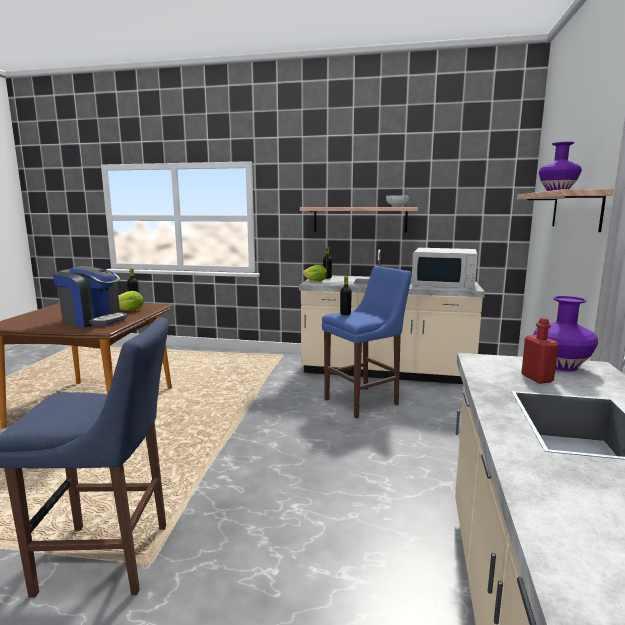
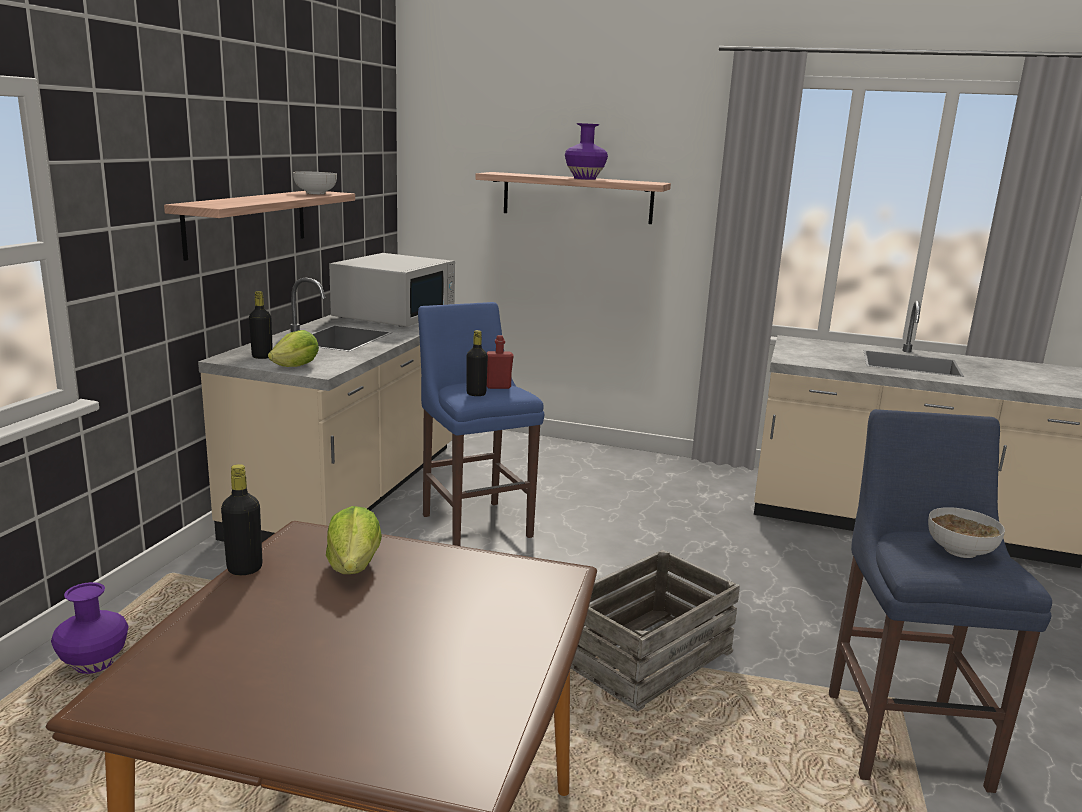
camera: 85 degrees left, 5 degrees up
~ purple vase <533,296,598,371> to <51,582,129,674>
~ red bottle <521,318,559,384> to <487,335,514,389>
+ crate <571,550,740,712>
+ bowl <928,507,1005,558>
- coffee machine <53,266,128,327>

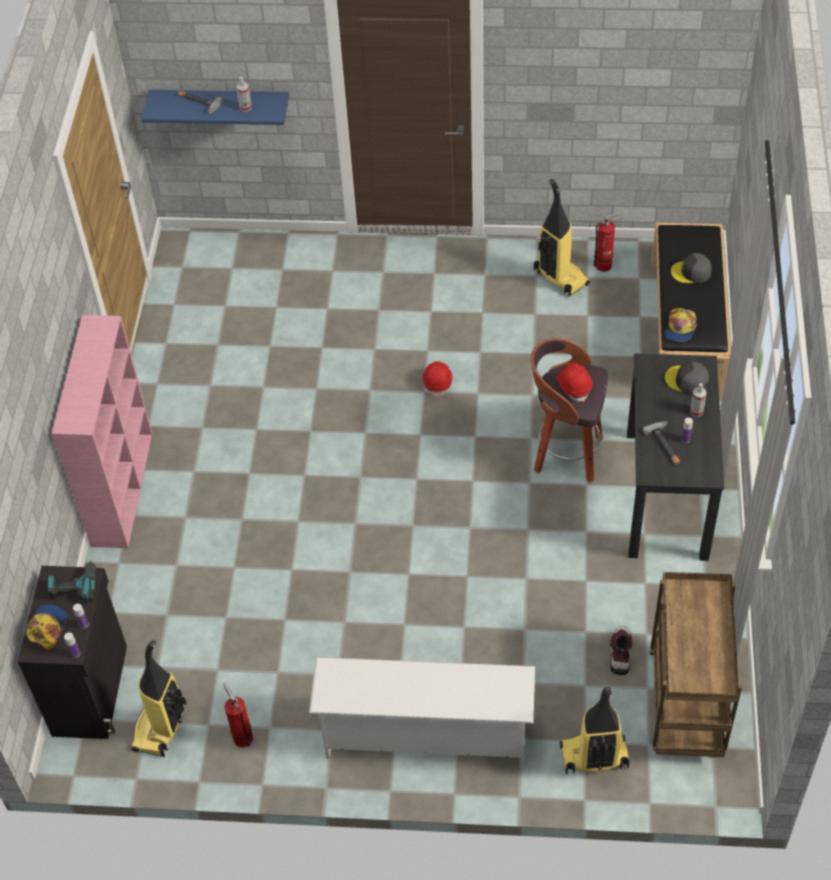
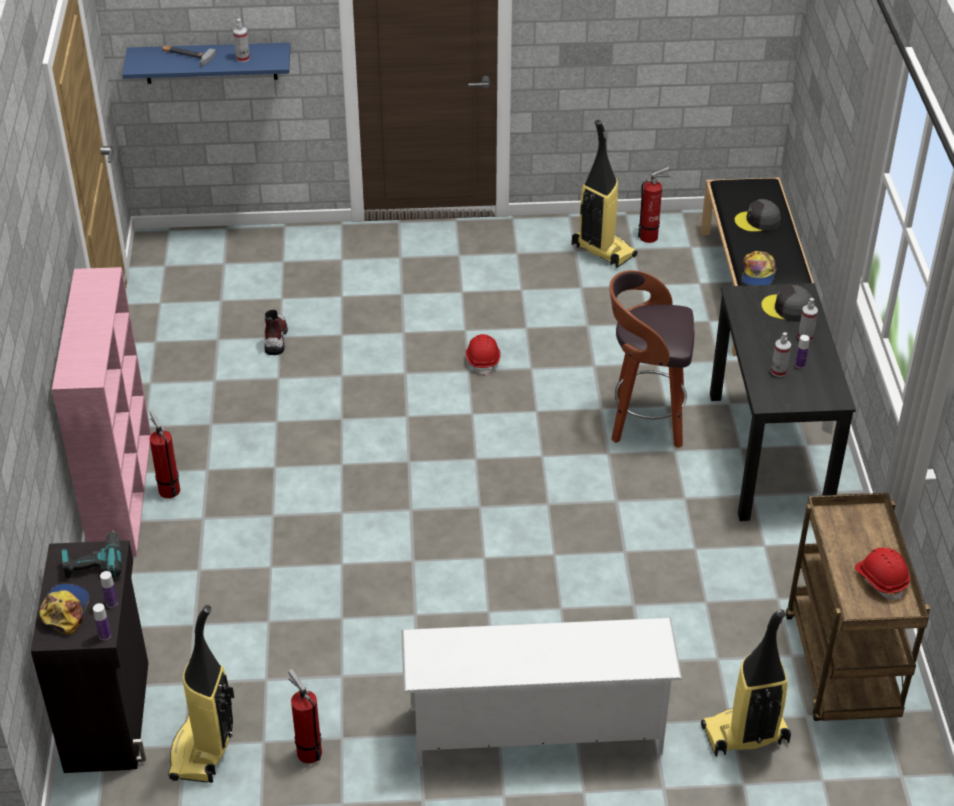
camera: 10 degrees left, 10 degrees down
+ fire extinguisher <149,409,180,498>
~ boot <610,626,632,675> to <264,310,288,355>
~ hammer <642,421,680,464> to spray bottle <771,332,791,377>
~ red hard hat <556,363,592,402> to <855,547,910,600>

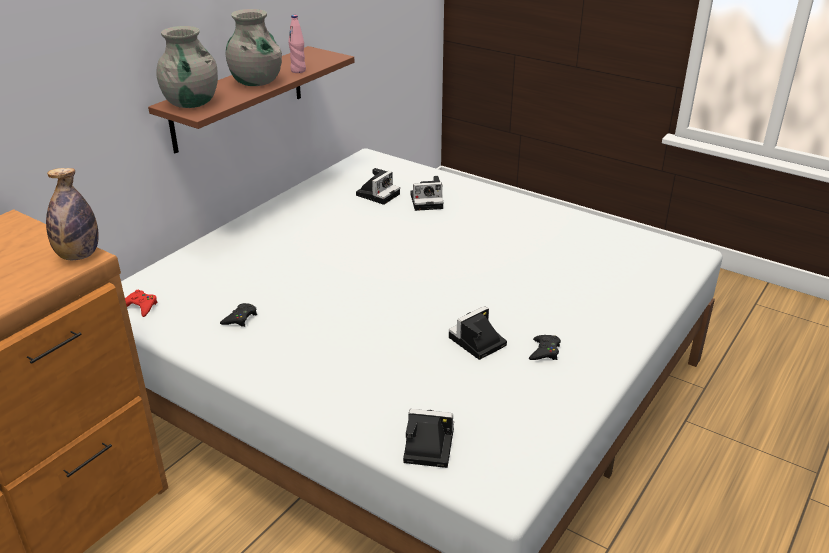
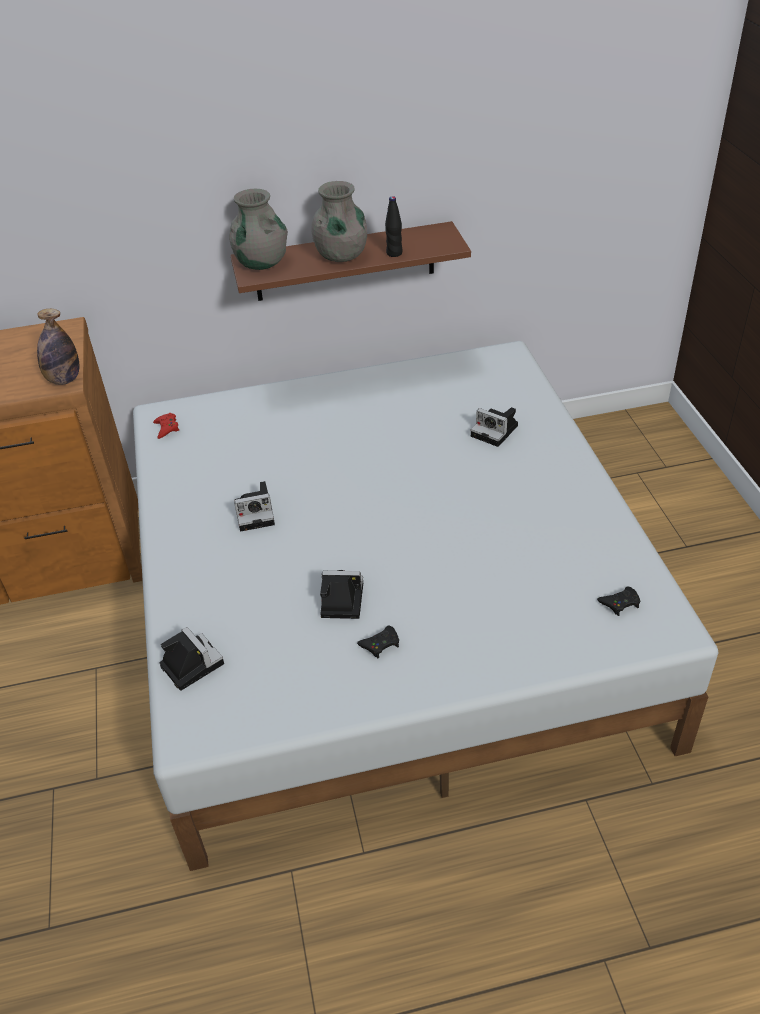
camera: 45 degrees right, 10 degrees up
~ photo camera <356,168,400,205> to <234,481,275,531>
~ pink bottle <288,15,306,73> to black bottle <385,196,402,257>
~ black game controller <220,303,257,327> to <597,586,640,616>

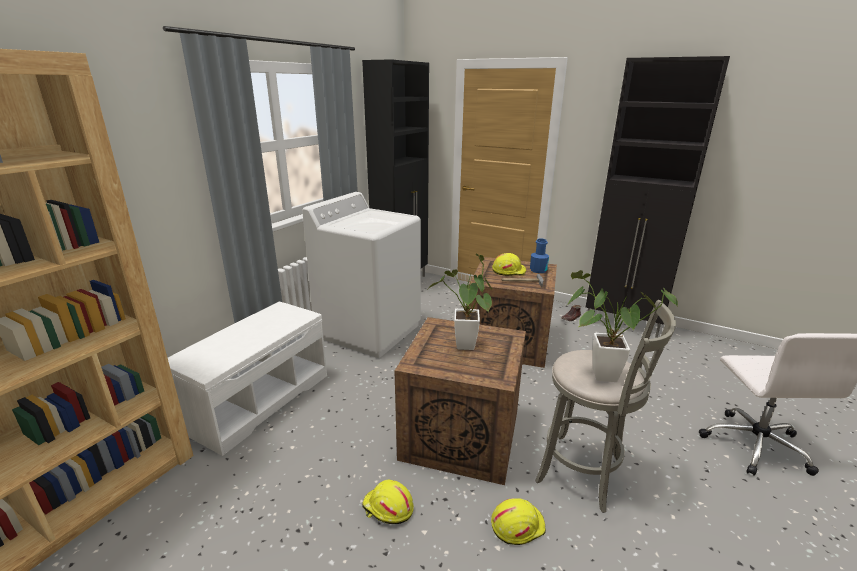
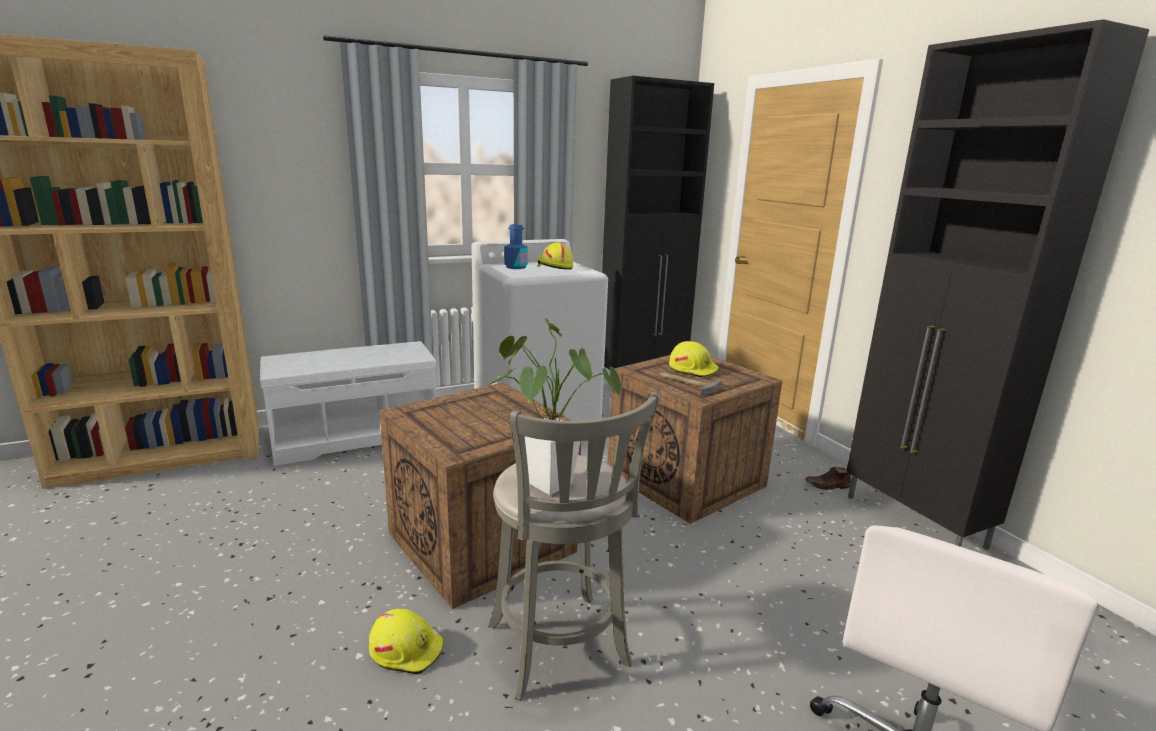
camera: 35 degrees right, 5 degrees down
~ blue bottle <530,238,549,273> to <504,224,528,269>
~ yellow hard hat <362,480,414,524> to <537,243,574,270>
- potted plant <427,253,492,350>

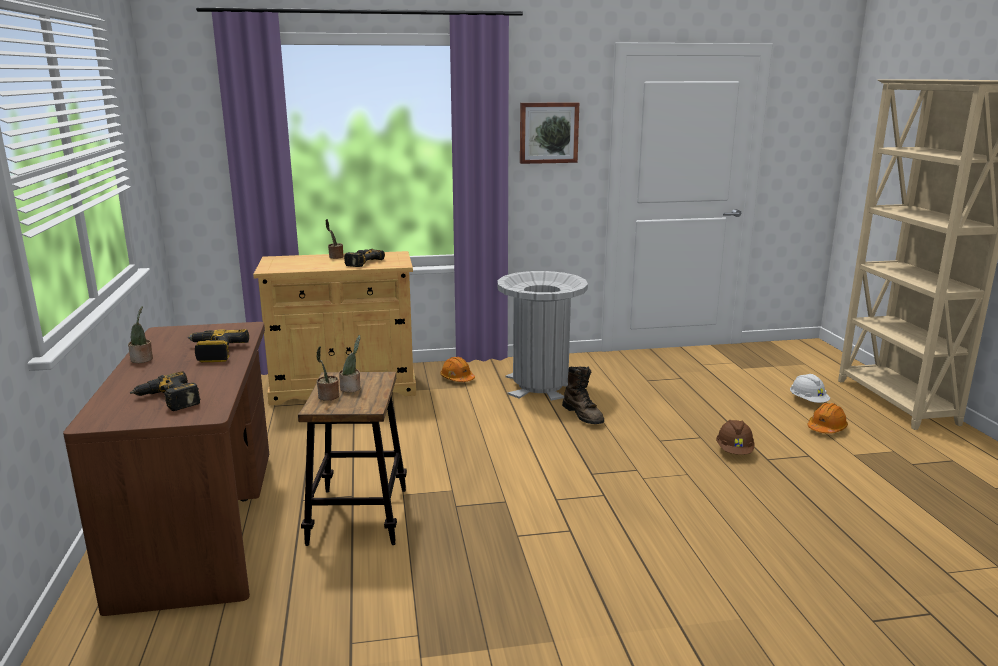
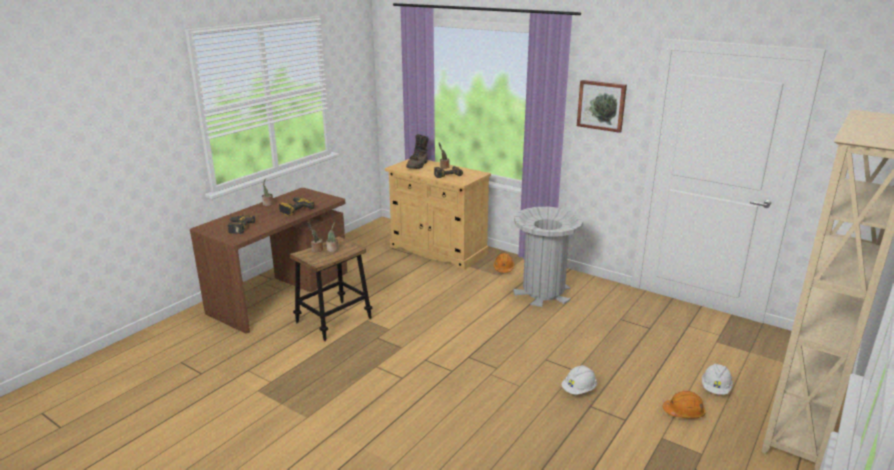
camera: 45 degrees right, 5 degrees up
~ brown boot <562,366,604,424> to <406,134,429,169>
~ brown hard hat <716,420,754,455> to white hard hat <562,365,597,395>

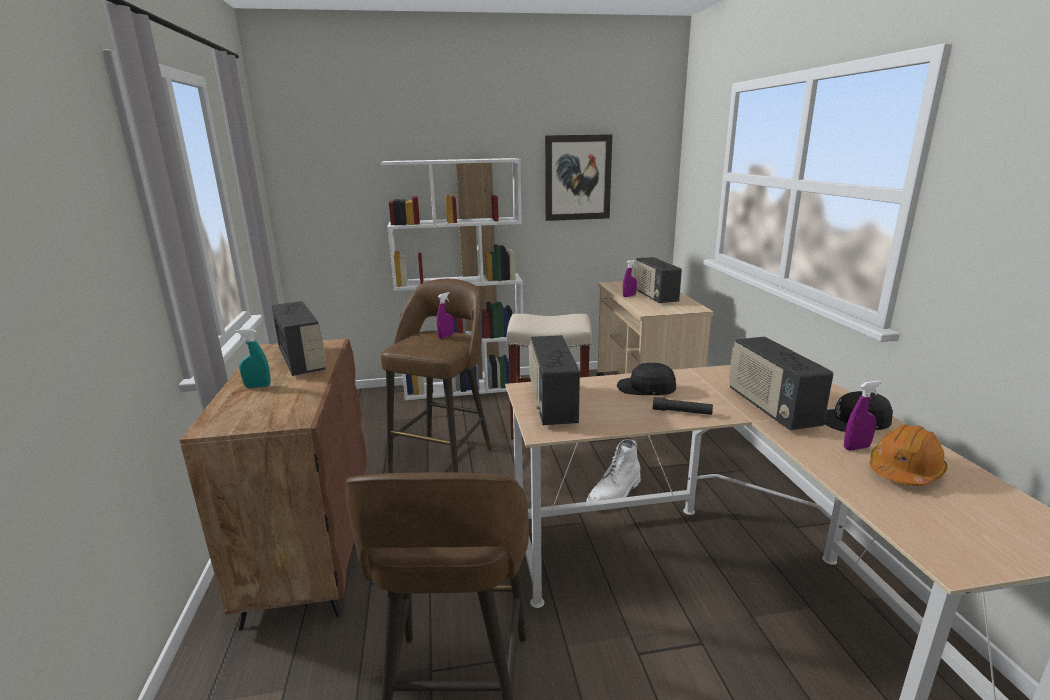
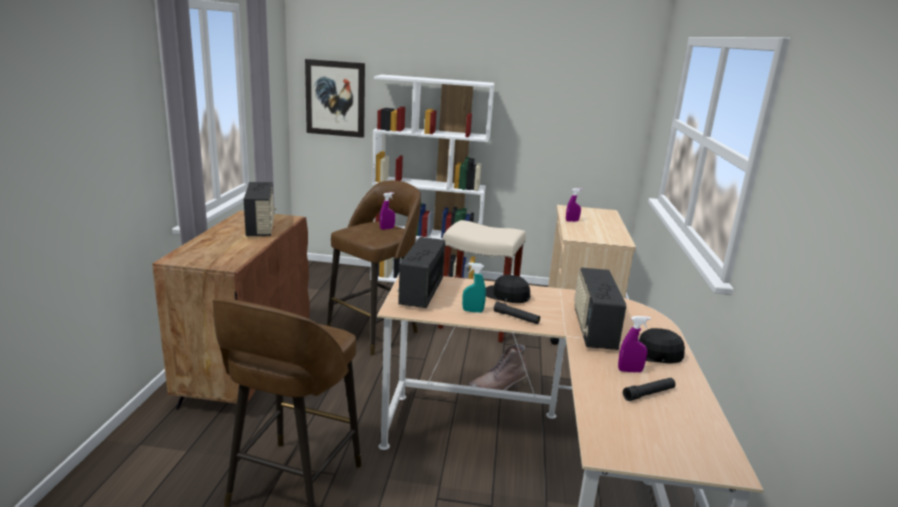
camera: 15 degrees right, 0 degrees up
~ picture <545,134,613,221> to <305,59,365,138>
~ turquoise spray bottle <235,329,270,388> to <462,263,486,313>
~ white boot <586,439,641,502> to brown boot <468,344,527,397>
~ orange hard hat <870,424,948,486> to black flashlight <623,378,676,401>
- radio <634,257,682,303>

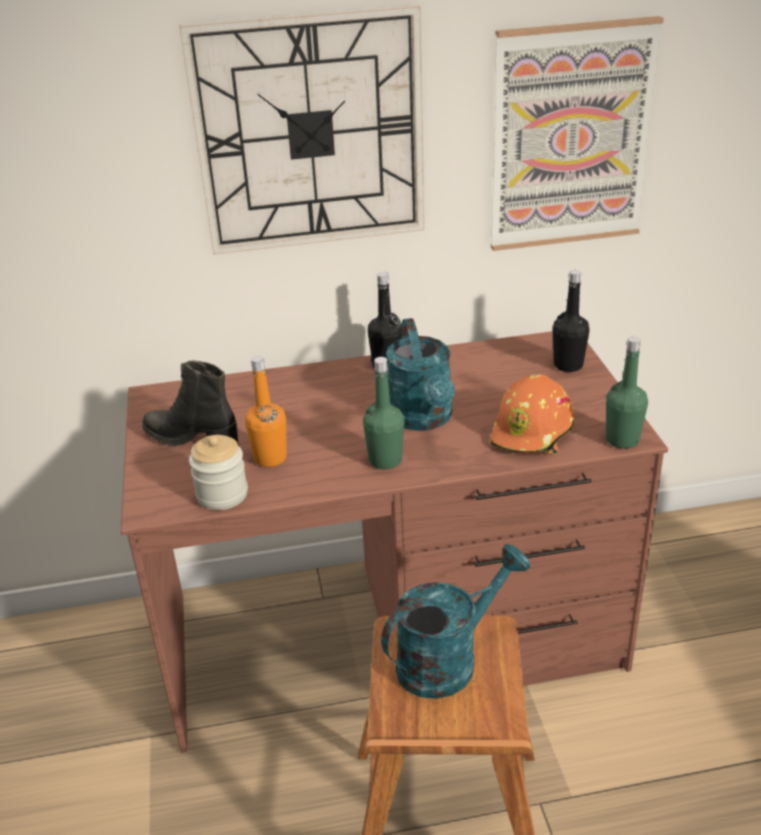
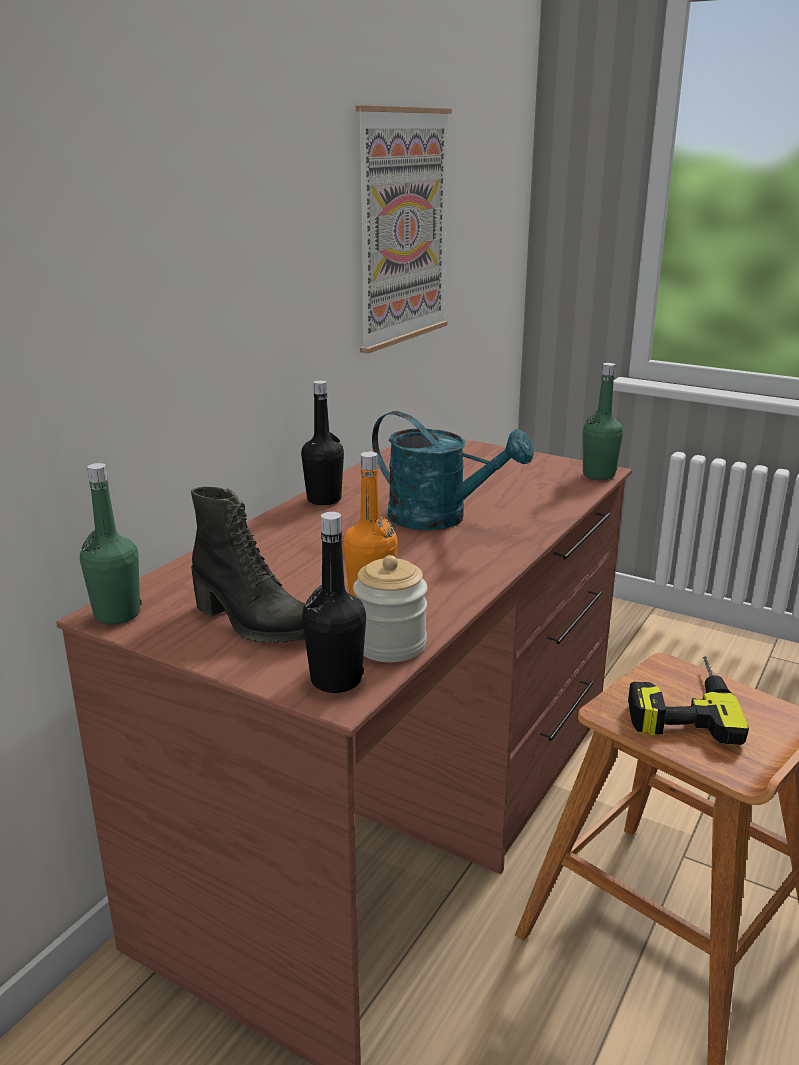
camera: 50 degrees left, 10 degrees down
~ green bottle <363,357,404,469> to <80,463,142,624>
~ black boot <142,361,239,446> = <191,487,305,643> 120 degrees counterclockwise
~ black bottle <553,270,590,372> to <302,512,366,693>
~ turquoise watering can <381,544,530,699> to power drill <628,656,749,745>
- wall clock <179,4,424,255>
- orange hard hat <491,374,575,454>

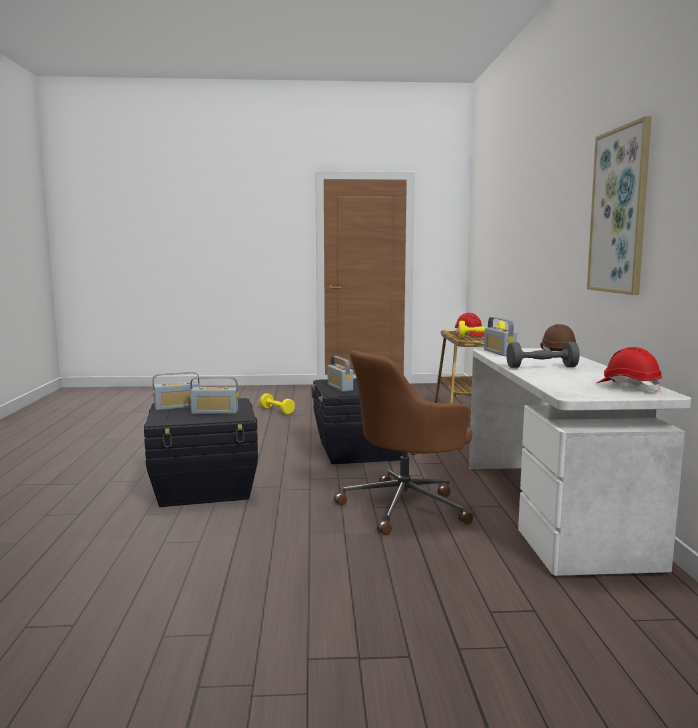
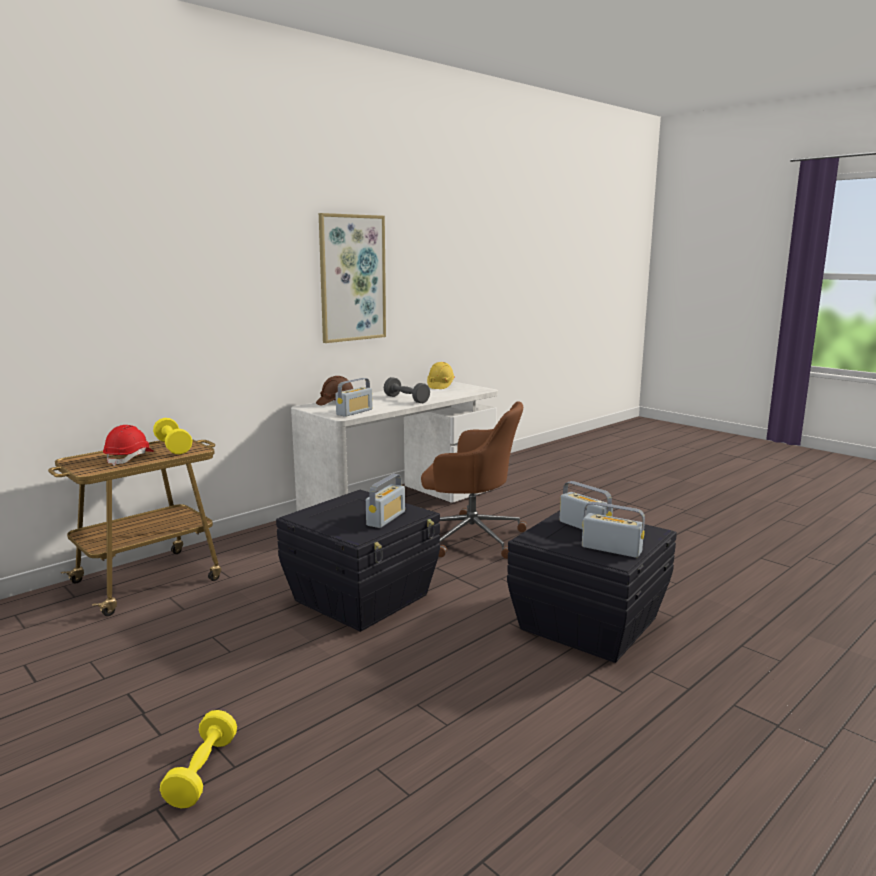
camera: 130 degrees left, 5 degrees up
~ red hard hat <597,347,662,392> to yellow hard hat <427,362,455,389>

